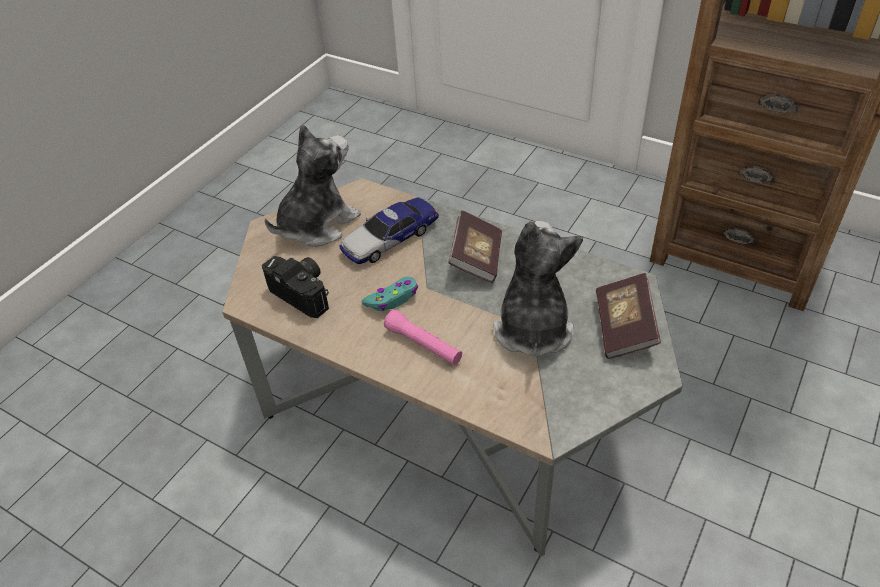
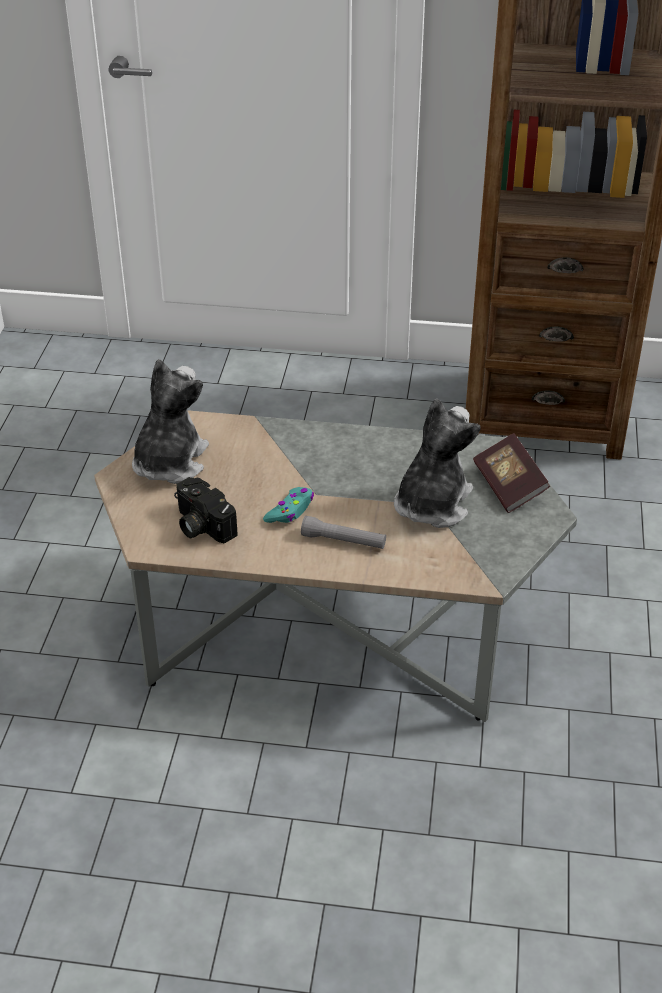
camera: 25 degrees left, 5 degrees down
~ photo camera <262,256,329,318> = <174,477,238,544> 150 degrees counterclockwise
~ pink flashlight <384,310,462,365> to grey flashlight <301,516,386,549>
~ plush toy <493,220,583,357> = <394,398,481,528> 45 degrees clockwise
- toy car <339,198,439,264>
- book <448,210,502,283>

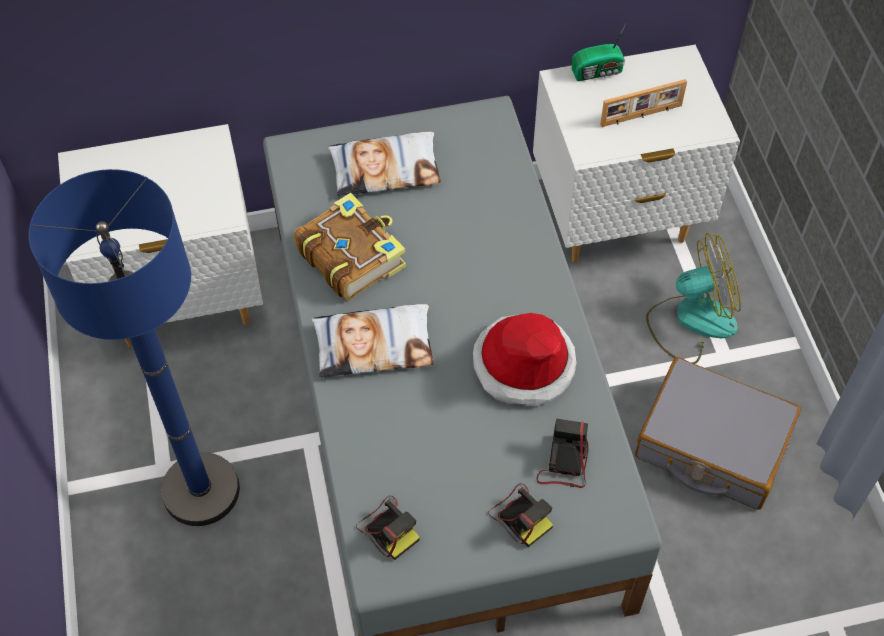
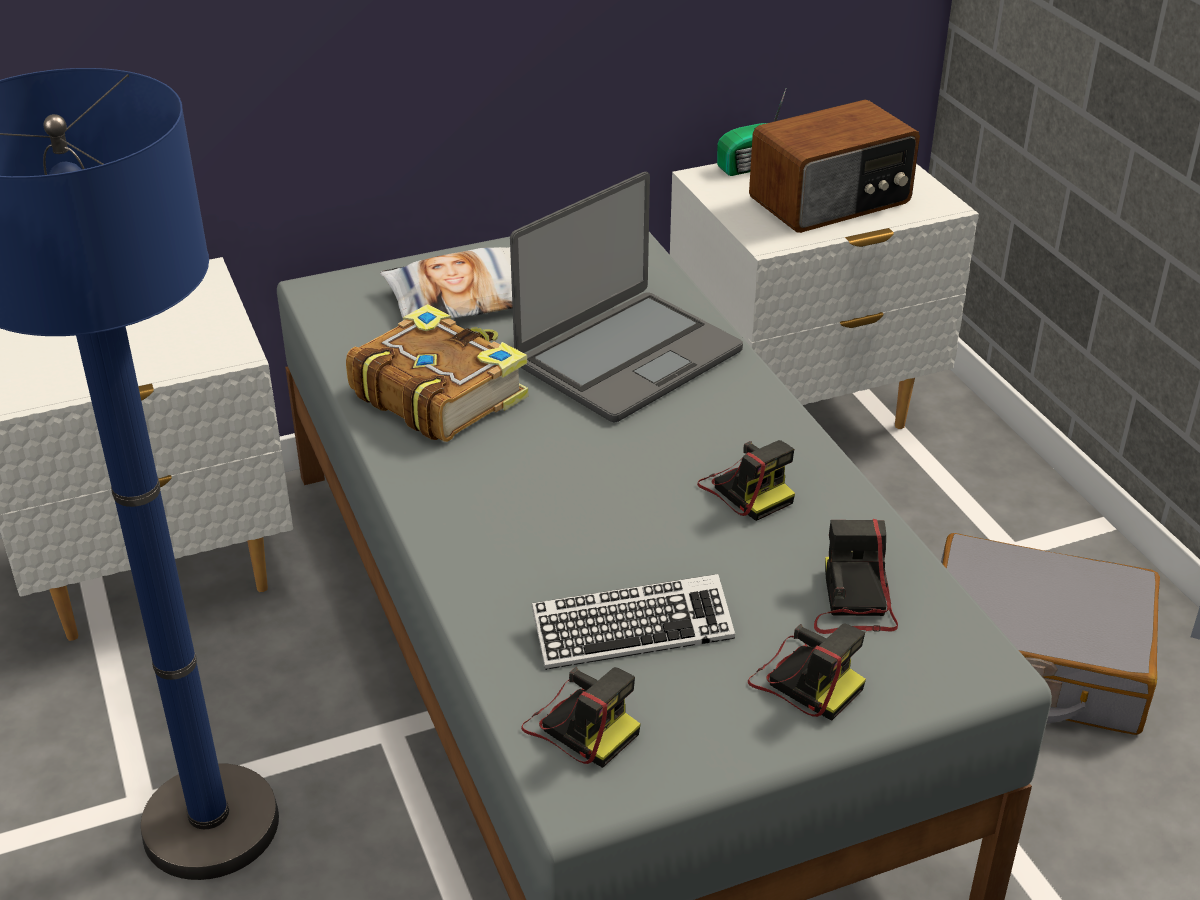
camera: 10 degrees left, 20 degrees down
+ laptop <510,172,743,423>
+ keyboard <532,574,735,670>
~ hat <473,313,577,407> to photo camera <697,440,795,521>
~ picture frame <600,79,687,127> to radio <749,99,920,233>
- pillow <312,304,434,378>
- fan <646,233,741,364>

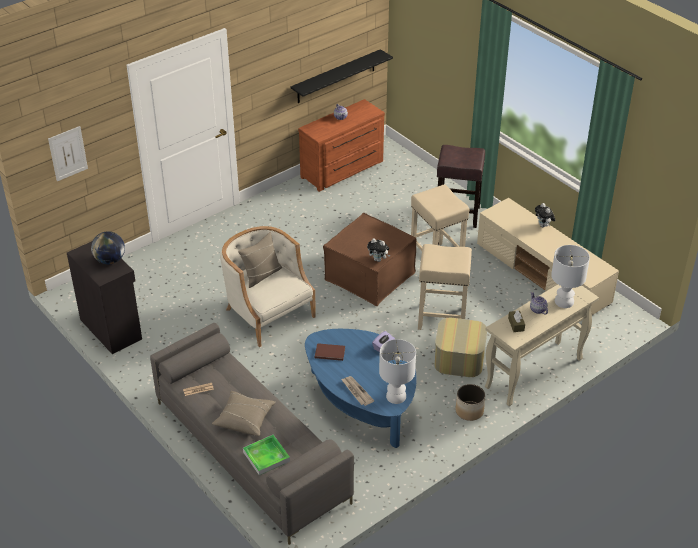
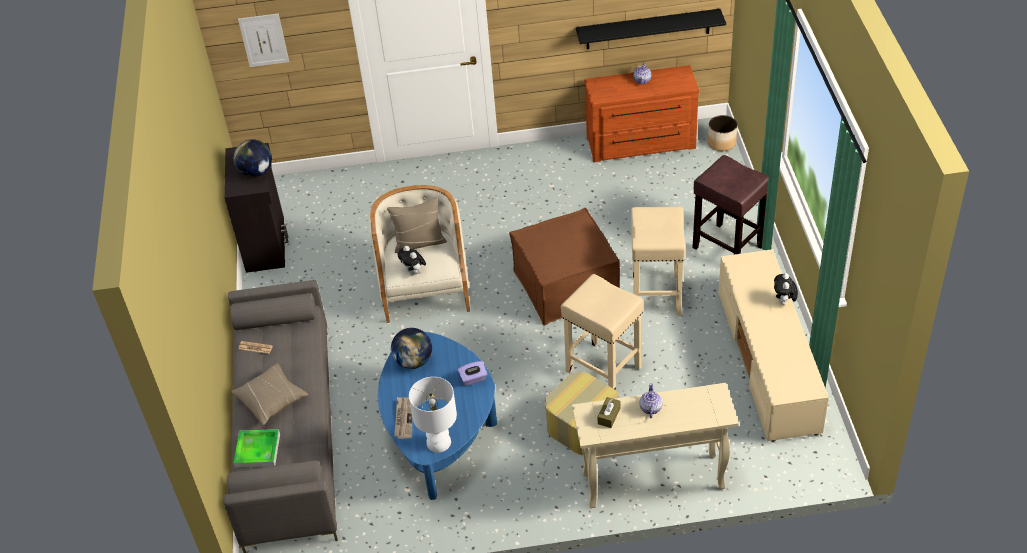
camera: 35 degrees right, 5 degrees up
~ brown book <315,343,345,361> to globe <391,328,432,369>
~ plush toy <367,238,390,262> to <397,246,426,275>
~ planter <456,384,485,421> to <708,115,737,151>
- white table lamp <551,245,590,308>

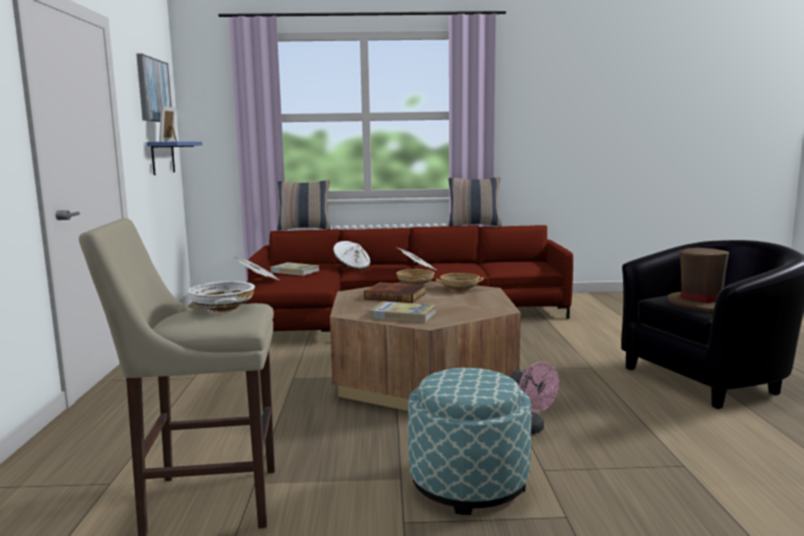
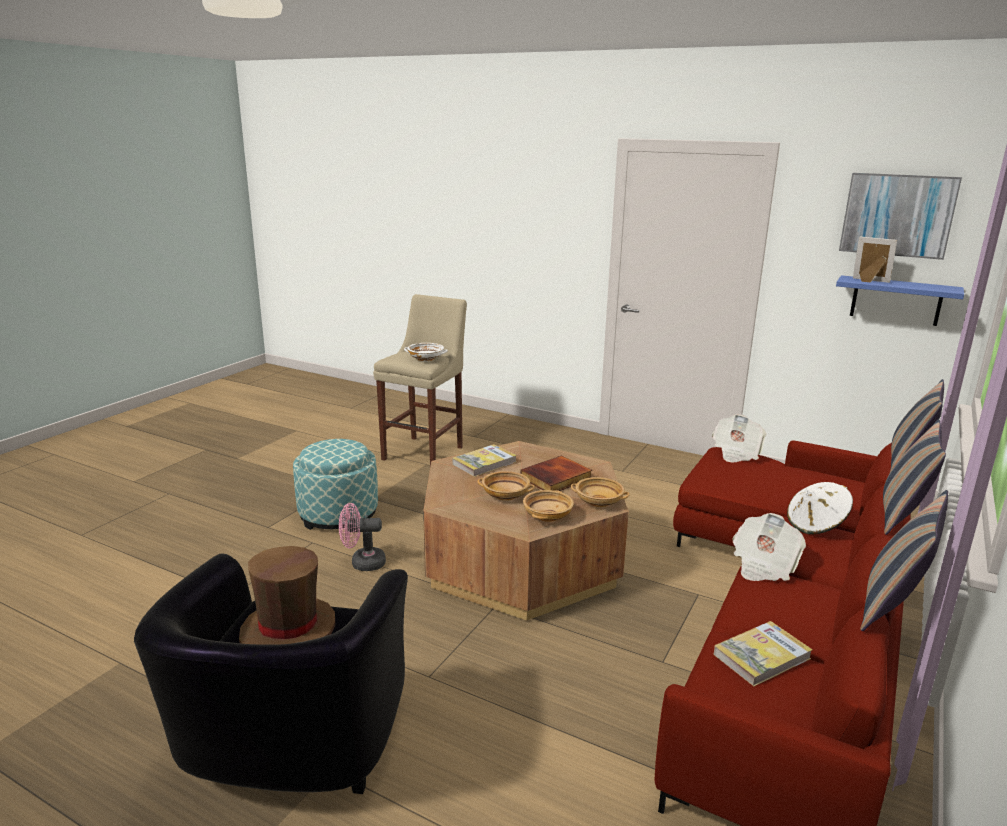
camera: 120 degrees right, 10 degrees up
+ beige bowl <477,471,535,501>
~ book <271,262,319,276> to <714,621,813,686>
+ pillow <883,419,946,535>

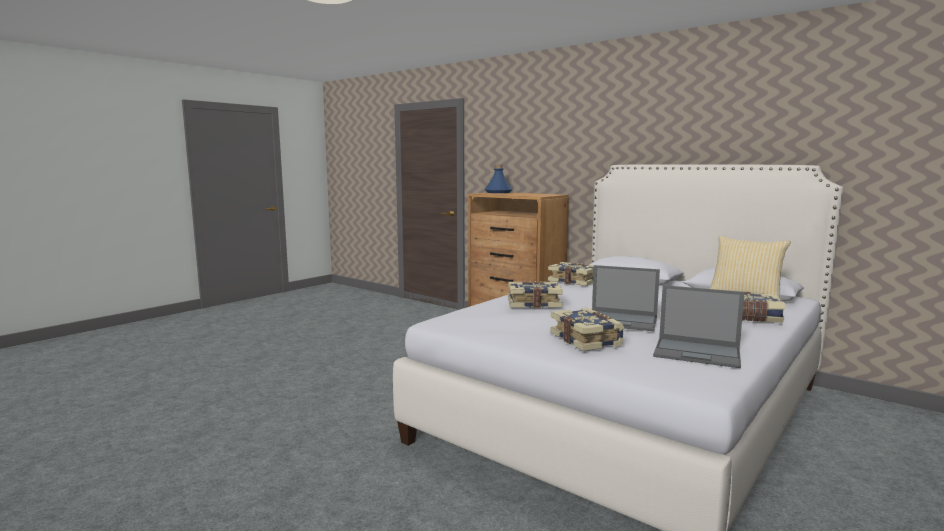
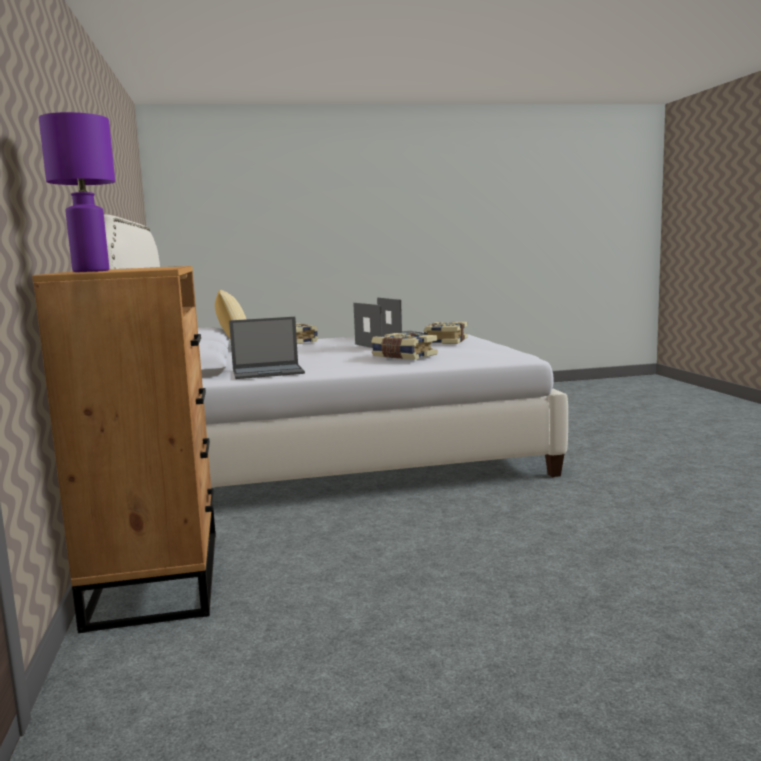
camera: 140 degrees left, 0 degrees up
~ blue bottle <485,165,513,193> to purple table lamp <39,112,115,272>
~ book <548,262,594,286> to laptop <229,317,305,379>

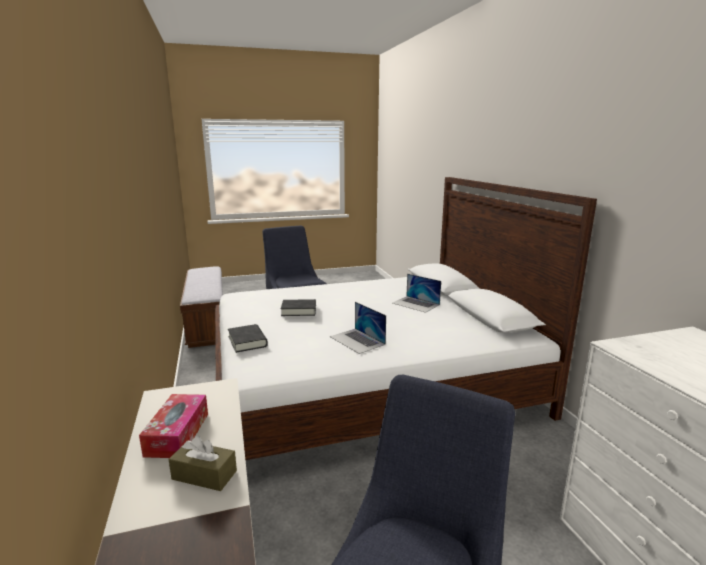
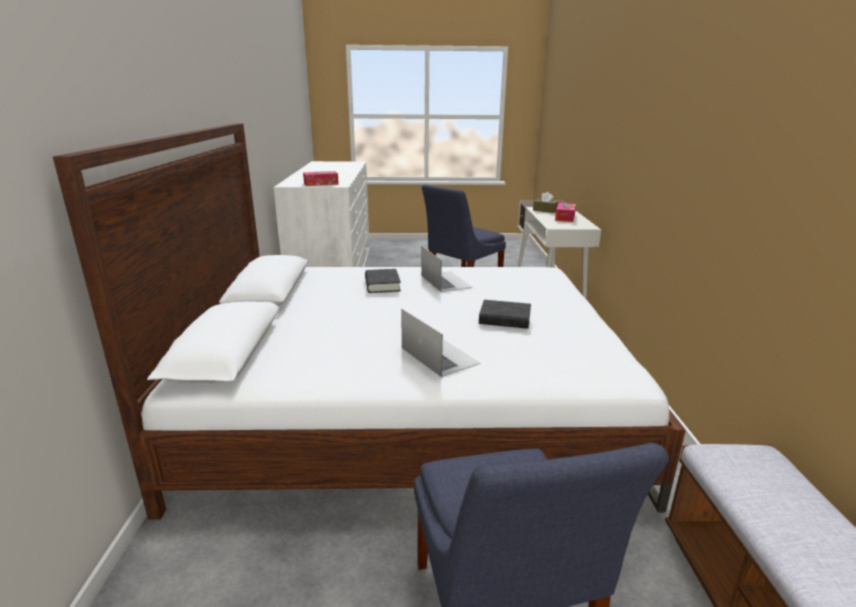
camera: 165 degrees left, 5 degrees up
+ tissue box <303,171,339,186>
~ black book <228,324,268,353> to <365,269,401,293>
~ laptop <392,274,441,313> to <401,309,481,377>

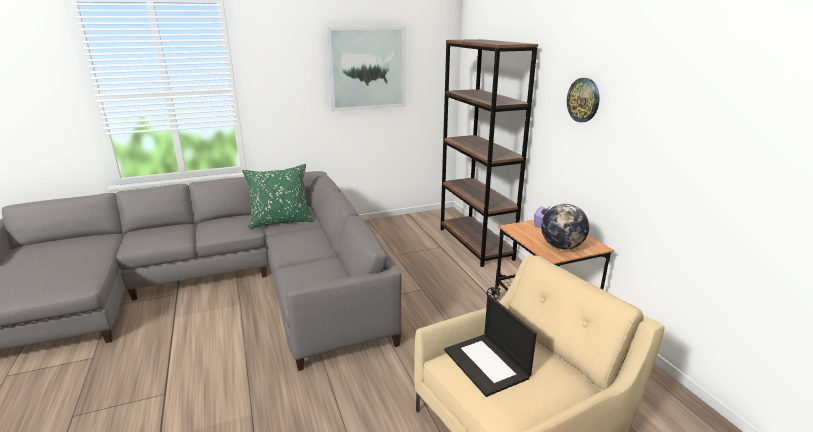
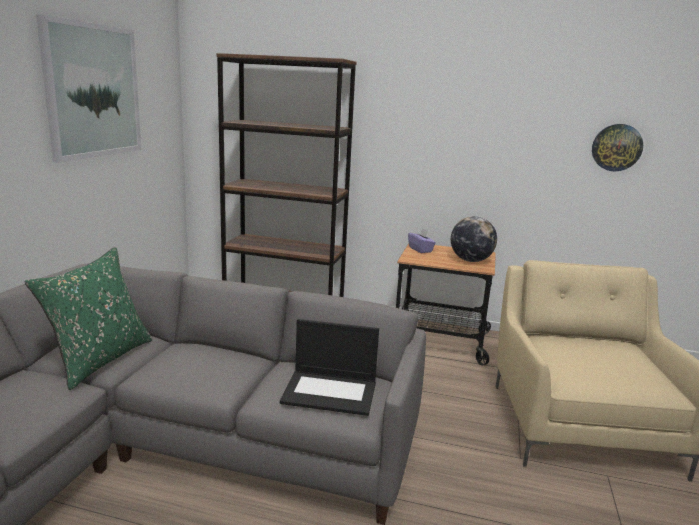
camera: 55 degrees left, 5 degrees down
~ laptop <444,295,537,397> to <280,319,379,416>
~ wall clock <567,78,599,122> to <592,124,643,172>

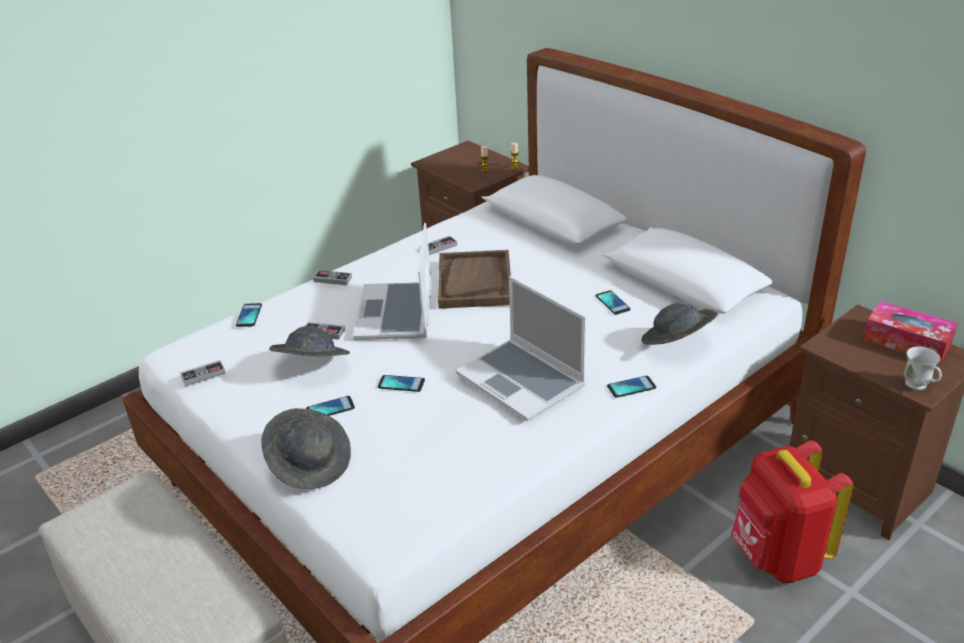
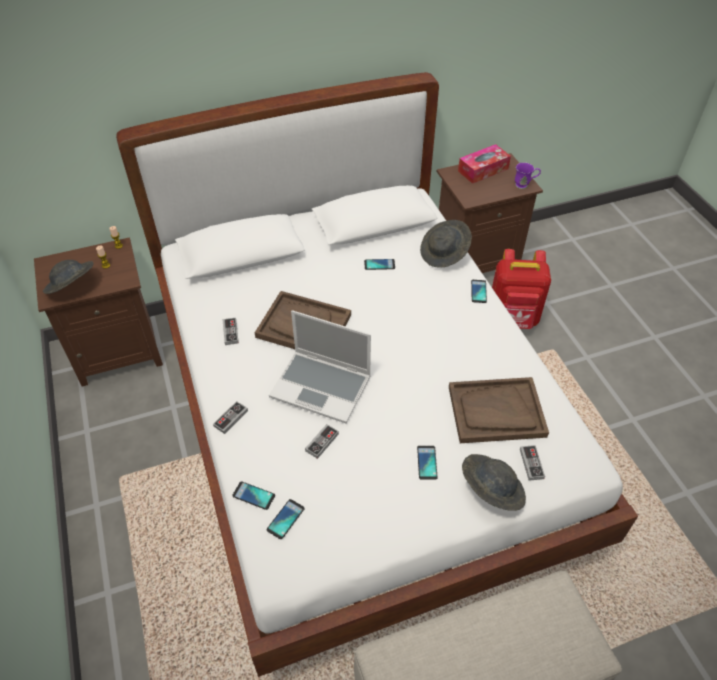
camera: 70 degrees left, 15 degrees up
~ grey hat <269,326,350,356> to <43,260,94,294>
~ phone <378,375,425,392> to <267,499,305,539>
+ brown tray <449,377,549,443>
~ white mug <904,346,942,390> to purple mug <515,162,541,189>
~ game controller <180,360,226,387> to <520,445,545,481>
- laptop <456,276,586,422>

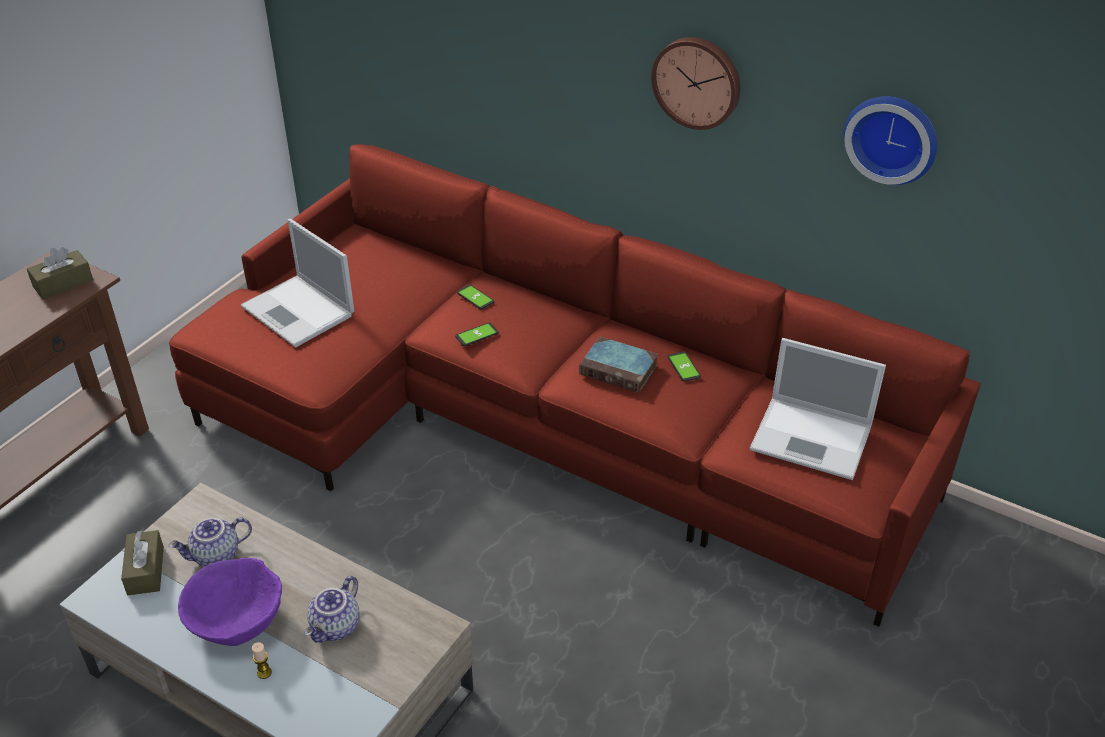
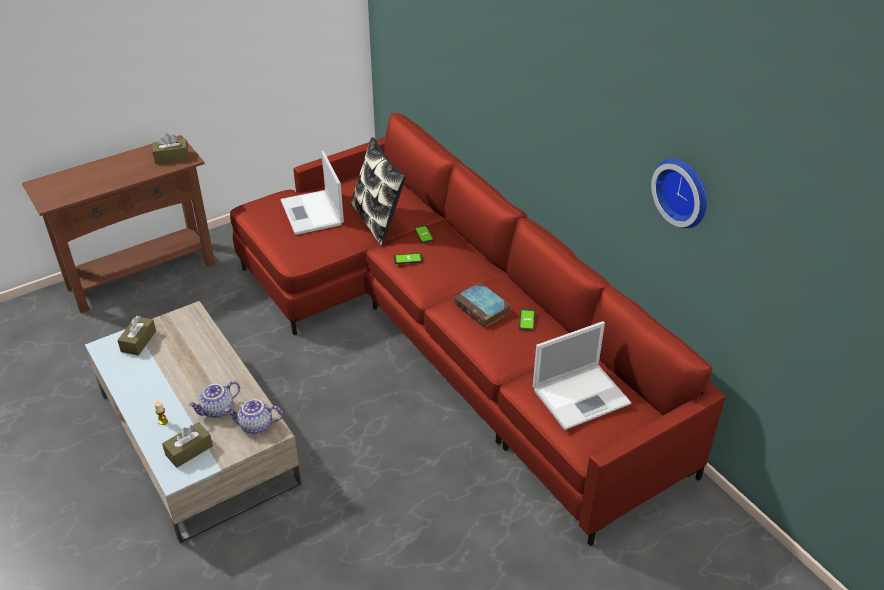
camera: 25 degrees right, 0 degrees up
+ brown tissue box <162,422,213,468>
~ teapot <169,517,252,567> to <224,399,283,434>
+ pillow <351,137,406,246>
~ laptop <750,338,886,480> = <533,321,631,430> 75 degrees counterclockwise
- purple bowl <178,558,282,646>
- wall clock <651,37,740,130>

